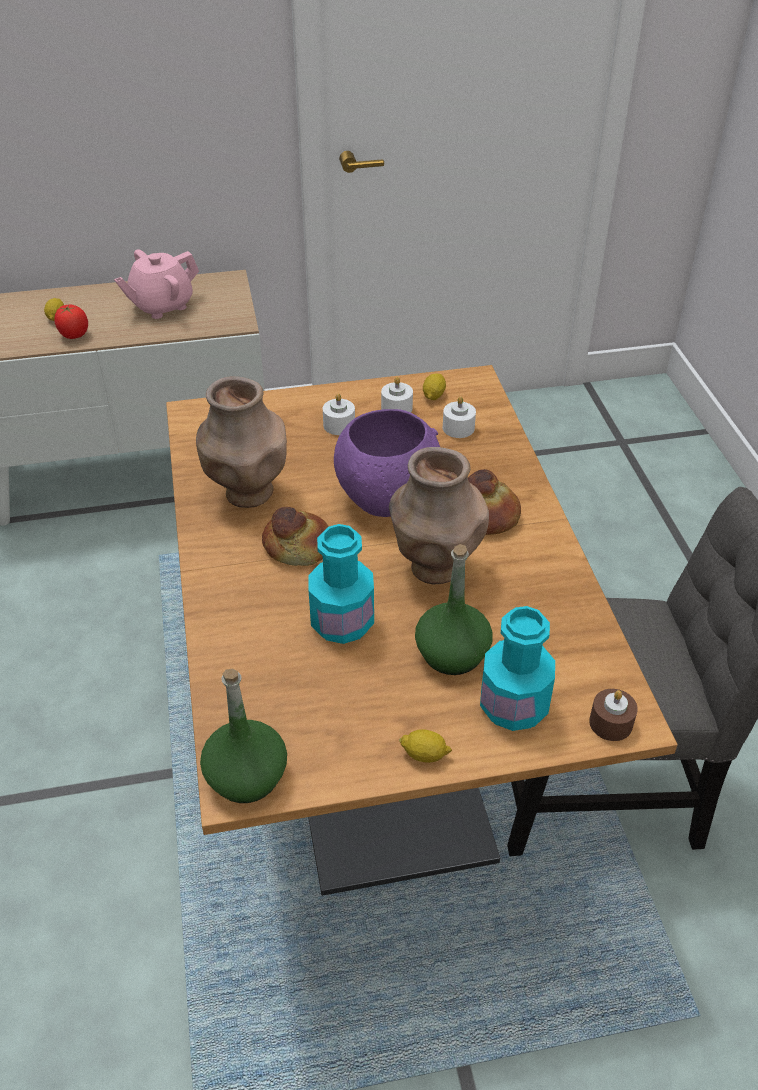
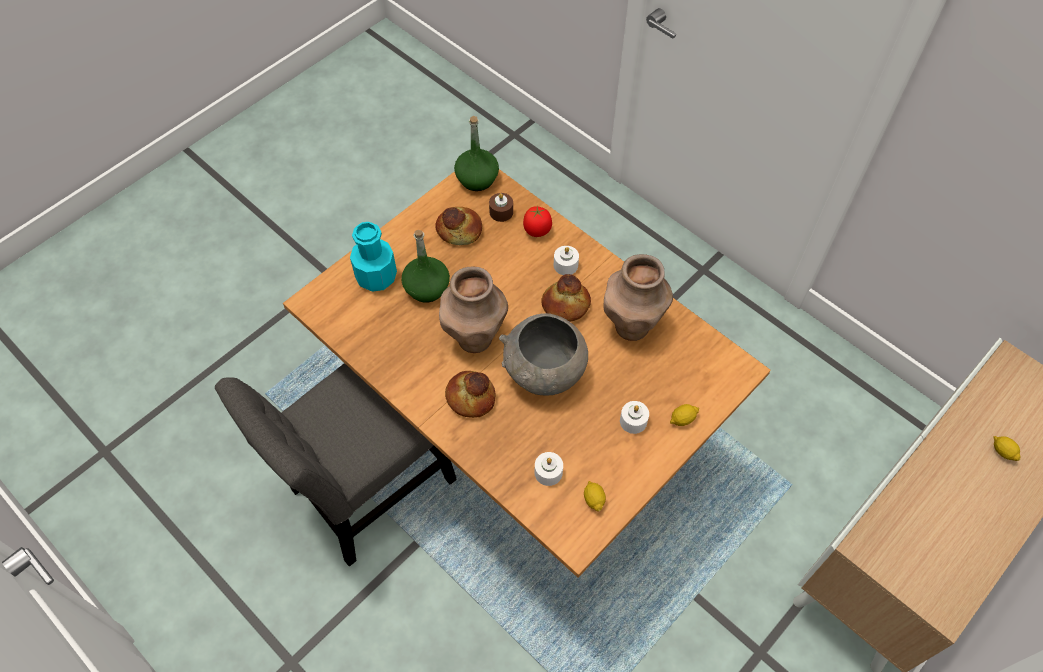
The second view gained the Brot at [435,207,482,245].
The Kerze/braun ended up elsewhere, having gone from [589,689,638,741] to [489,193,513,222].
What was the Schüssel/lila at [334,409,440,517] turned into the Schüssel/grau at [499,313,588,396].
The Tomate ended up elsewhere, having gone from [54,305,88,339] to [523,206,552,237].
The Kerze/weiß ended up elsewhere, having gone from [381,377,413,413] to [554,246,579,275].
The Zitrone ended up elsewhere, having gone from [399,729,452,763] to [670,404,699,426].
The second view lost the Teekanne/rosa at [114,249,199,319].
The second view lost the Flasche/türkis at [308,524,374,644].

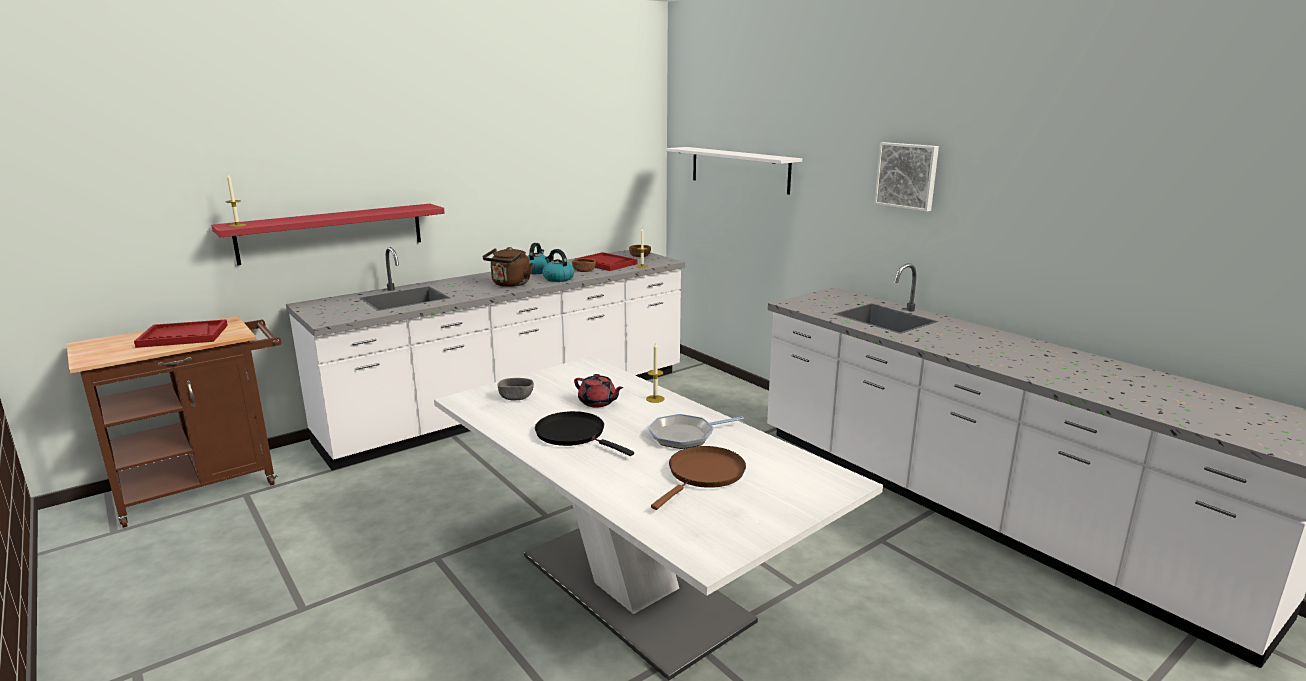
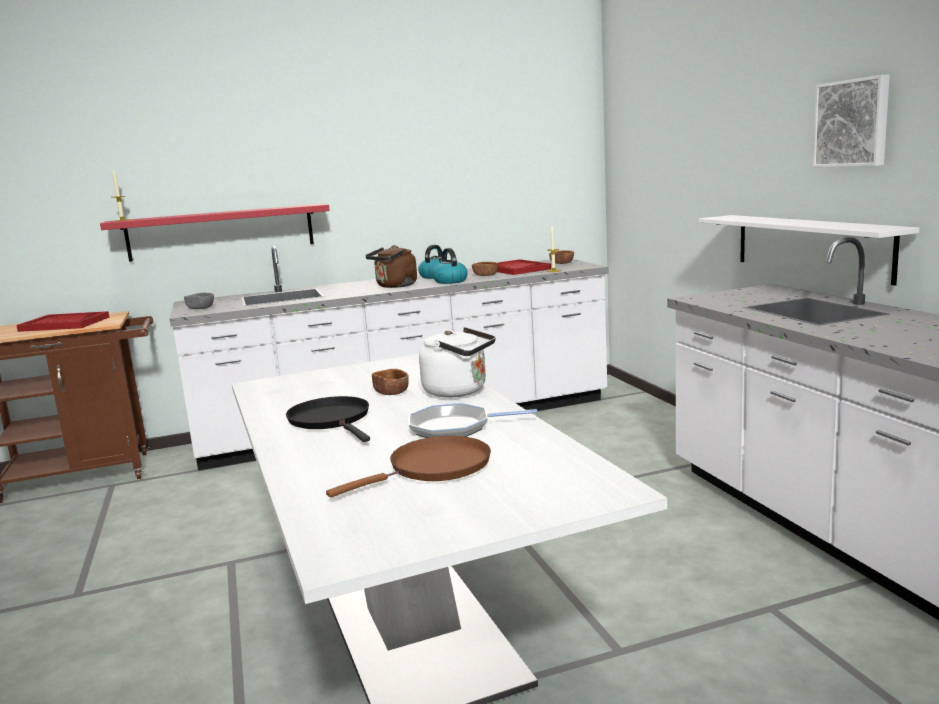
The Schüssel/grau ended up elsewhere, having gone from [497,378,534,400] to [184,293,214,309].
Where the Teekanne/rot stood at [574,374,624,407], the Schüssel/braun came to stand at [372,369,409,395].
Where the Kerze stood at [646,342,665,403], the Wasserkessel/weiß came to stand at [419,327,496,398].
The Wandregal/weiß ended up elsewhere, having gone from [666,147,802,195] to [699,215,919,285].

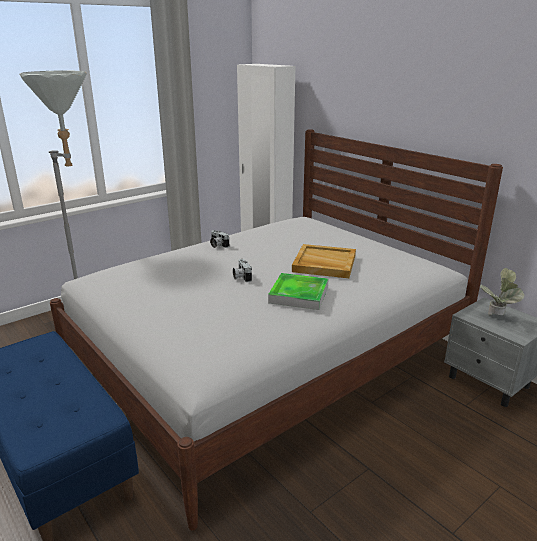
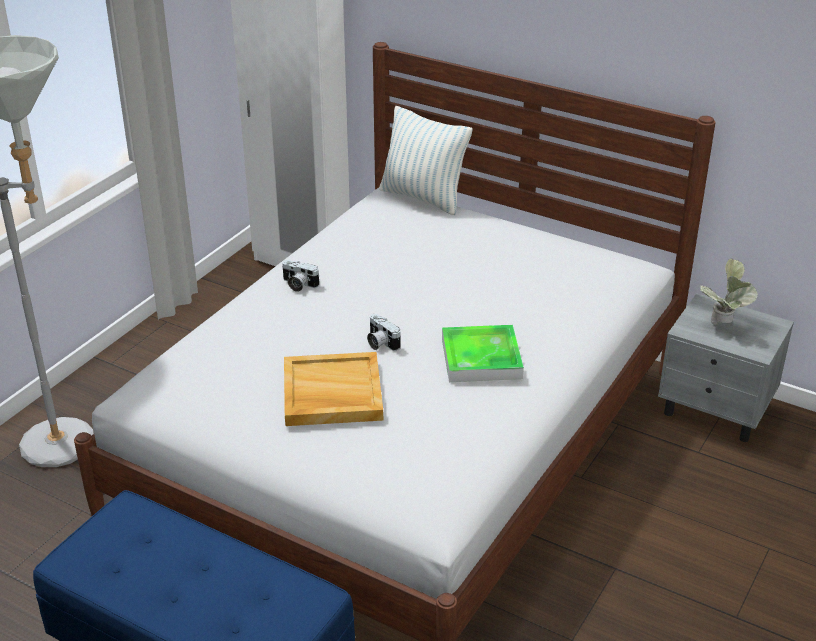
The Tablett/beige ended up elsewhere, having gone from [292,244,356,278] to [284,352,383,426].
The second view gained the Kissen at [379,106,473,215].

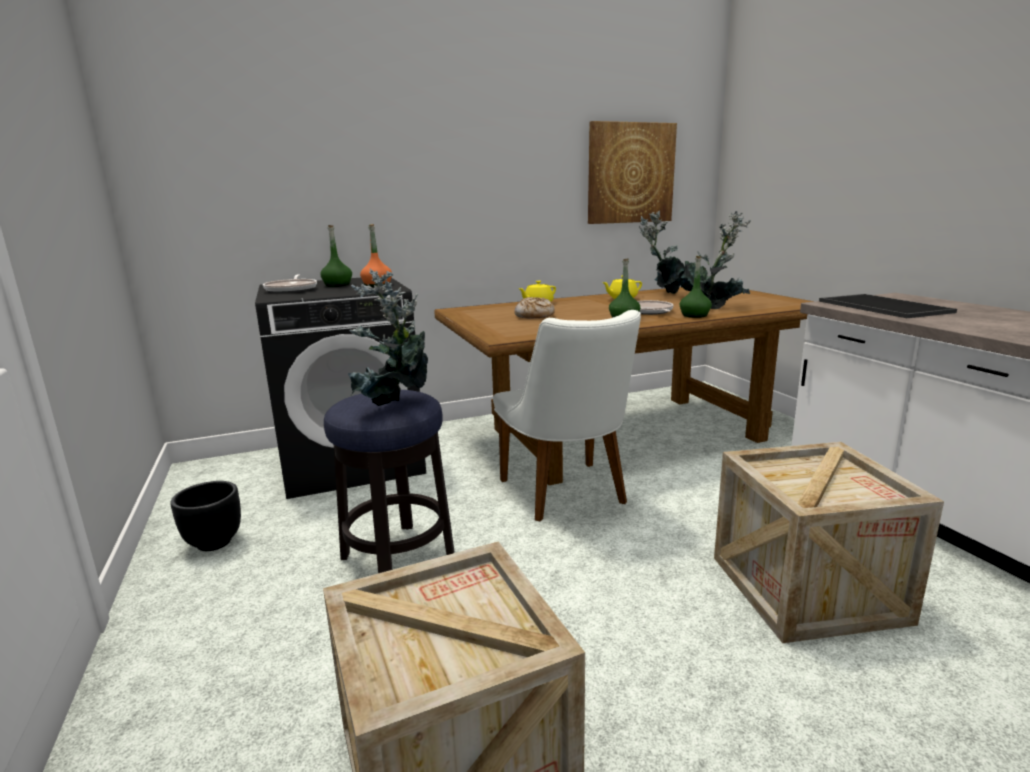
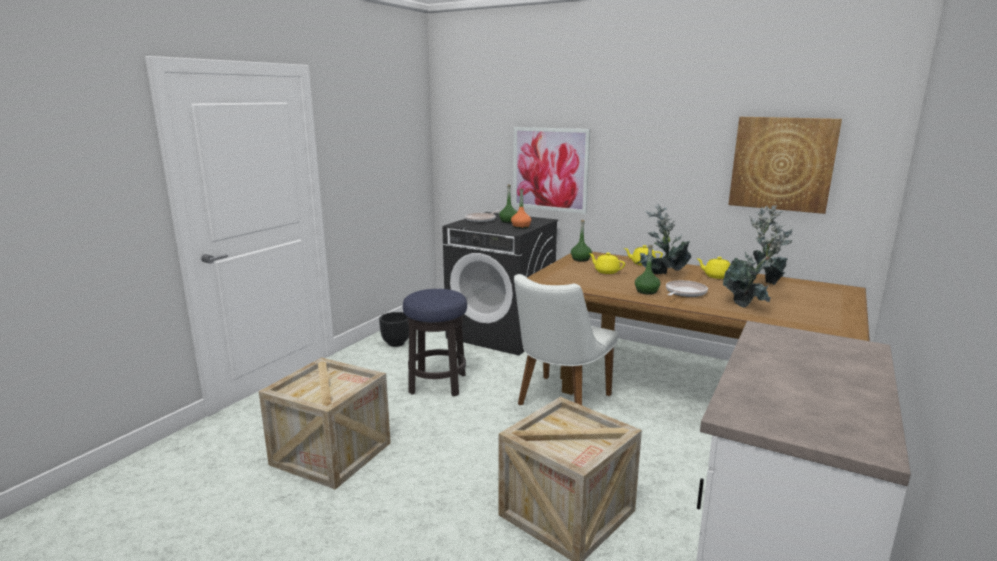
The second view gained the Bild at [513,127,590,214].
The Flasche/grün ended up elsewhere, having gone from [679,256,712,318] to [571,220,592,261].
Where the Brot stood at [514,297,555,318], the Teekanne/gelb came to stand at [589,253,625,274].
The Topfpflanze ended up elsewhere, having gone from [348,268,428,406] to [637,204,691,275].
The second view lost the Tablett at [819,294,957,318].

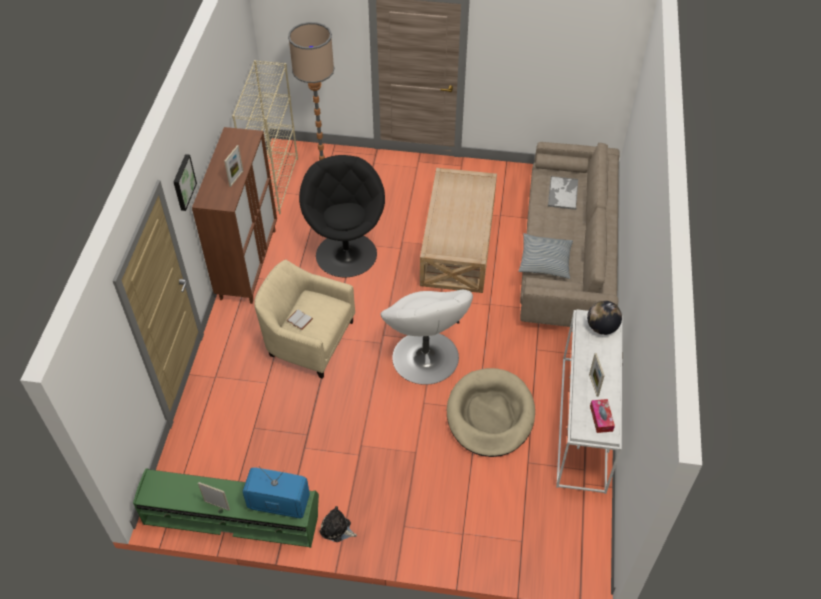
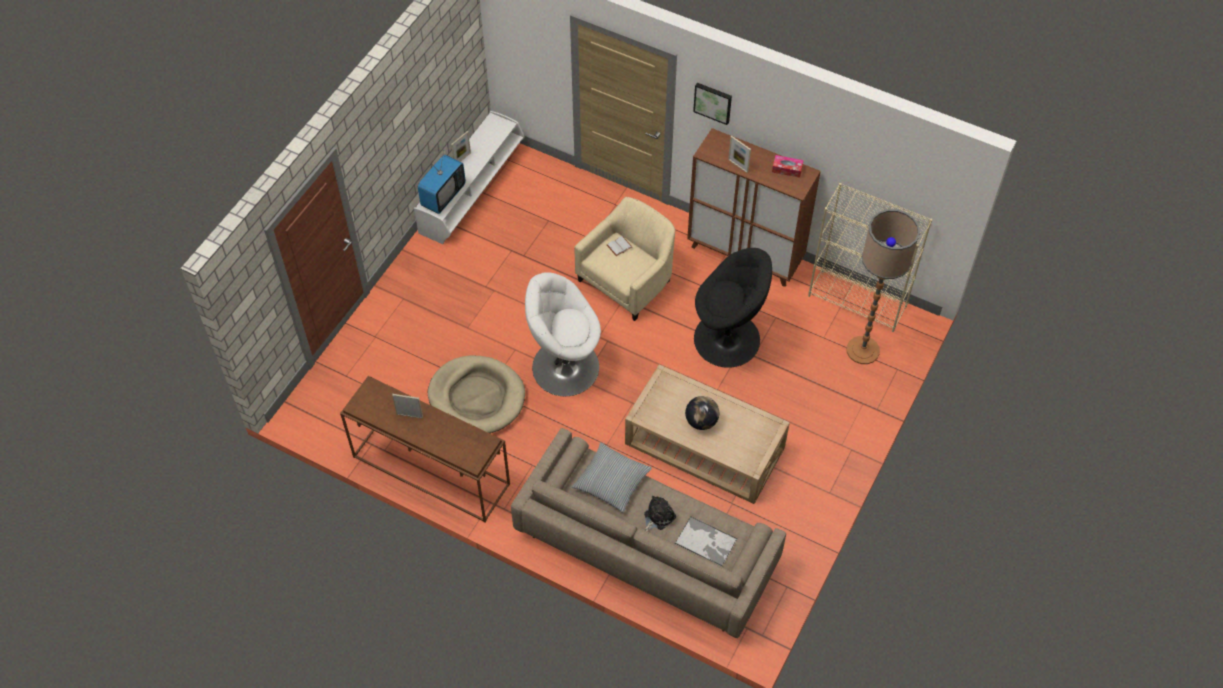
What was the Konsolentisch/weiß at [556,310,622,494] turned into the Konsolentisch/braun at [340,376,510,522].
What was the Fernsehschrank/grün at [133,468,319,548] turned into the Fernsehschrank/weiß at [414,111,524,244].
The Plüschtier ended up elsewhere, having gone from [320,506,357,542] to [644,496,676,531].
The Globus ended up elsewhere, having gone from [587,301,622,335] to [685,396,719,430].
The Taschentuchbox ended up elsewhere, having gone from [590,399,615,433] to [772,155,804,178].

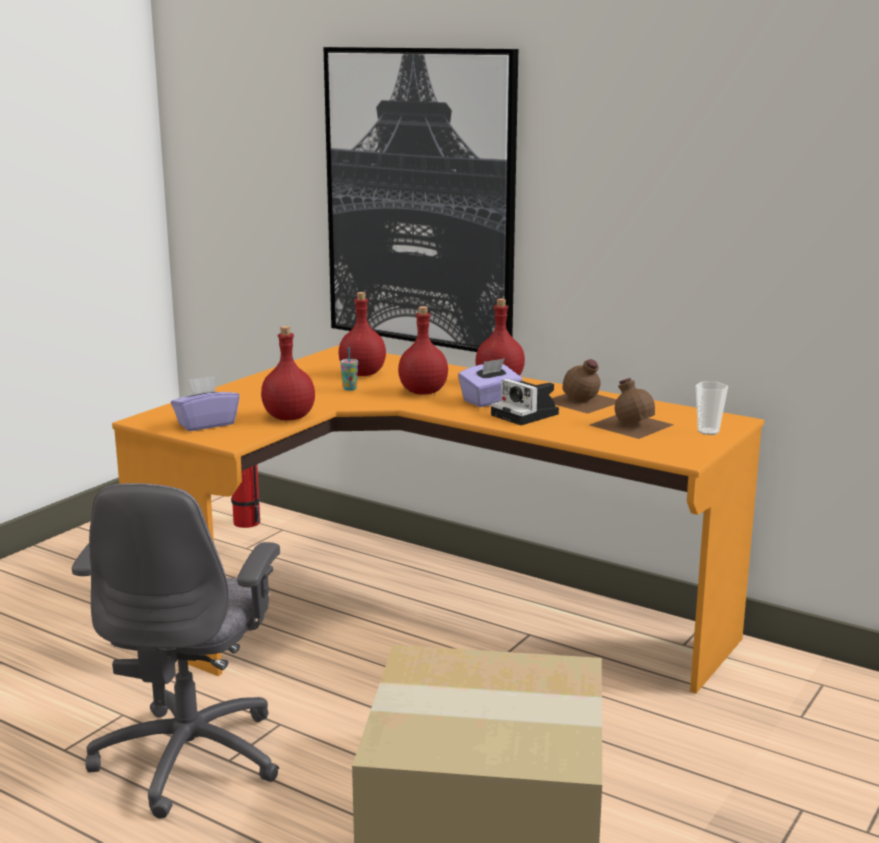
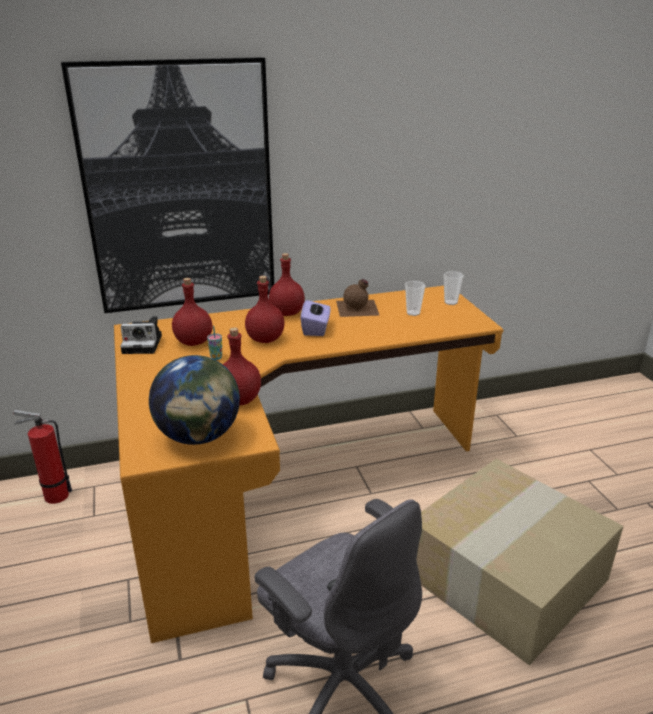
The Kamera ended up elsewhere, having gone from [491,379,559,425] to [120,316,162,354].
Where the Taschentuchbox/lila stood at [171,376,240,431], the Globus came to stand at [149,355,240,445].
Where the Flasche/braun stood at [590,378,674,439], the Tasse came to stand at [405,281,425,316].

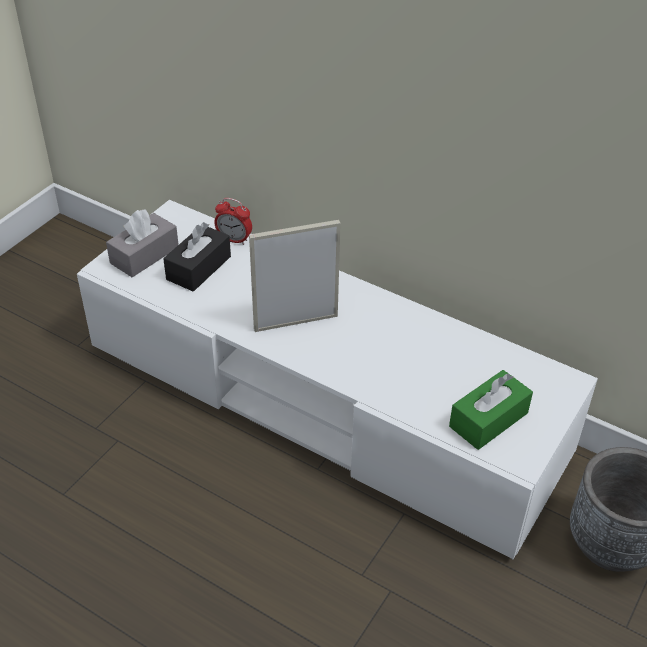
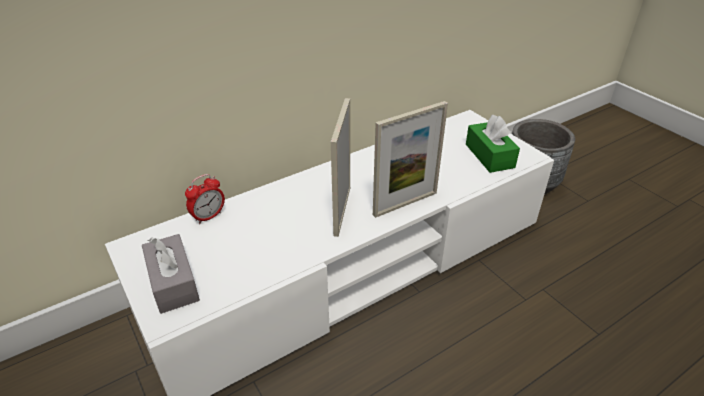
The second view gained the Bilderrahmen at [373,101,448,218].
The second view lost the Taschentuchbox/schwarz at [163,222,231,292].

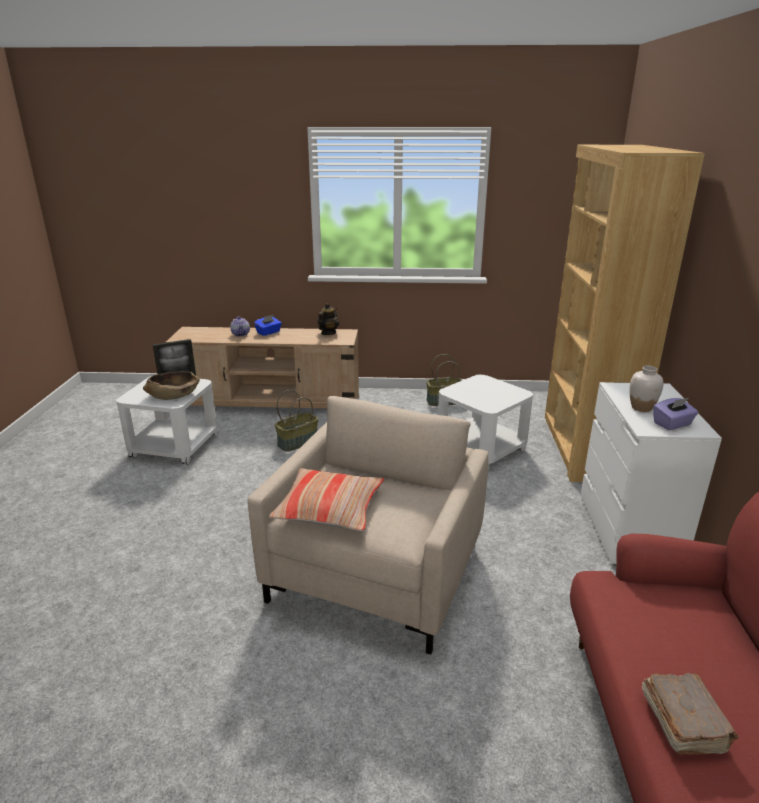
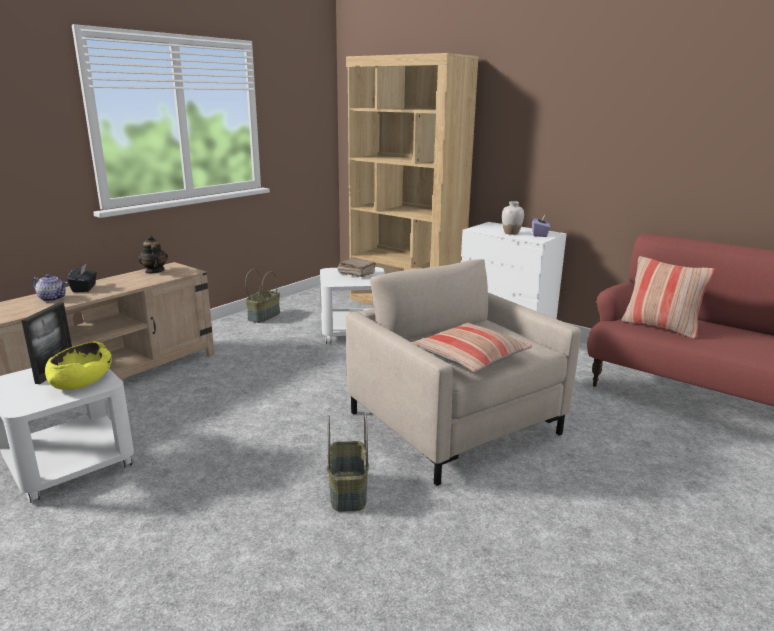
What was the Schüssel/braun at [143,371,200,400] turned into the Schüssel/gelb at [45,341,112,390].
What was the Taschentuchbox/blau at [254,315,282,336] turned into the Taschentuchbox/schwarz at [67,263,97,292].
The Korb ended up elsewhere, having gone from [275,390,318,452] to [327,414,369,512].
The Buch/braun ended up elsewhere, having gone from [642,673,739,755] to [338,258,376,277].
The second view gained the Kissen at [622,256,715,339].

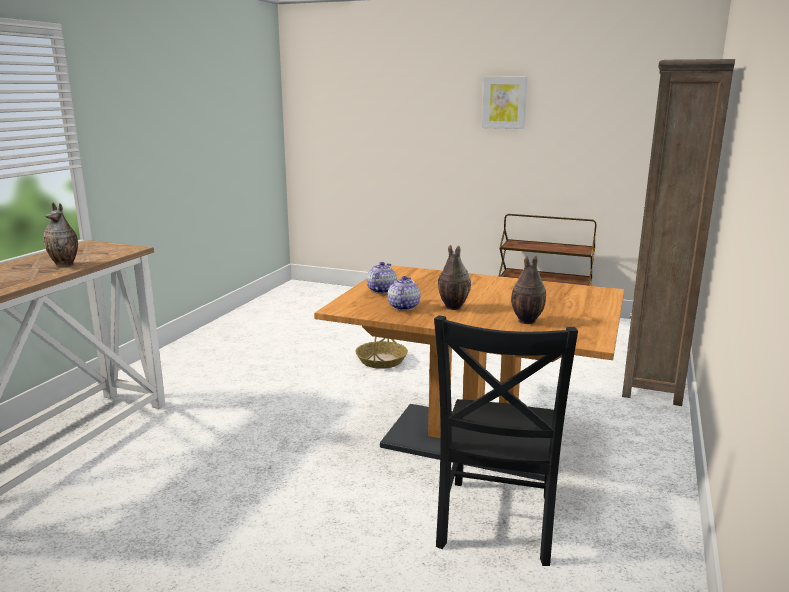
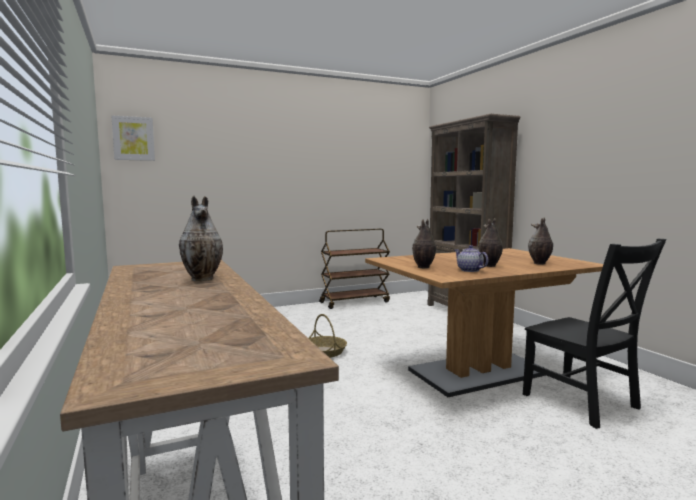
The Bild ended up elsewhere, having gone from [482,77,528,129] to [112,115,155,161].
Where the Teekanne stood at [366,262,397,294], the Vase came to stand at [412,219,436,268].

